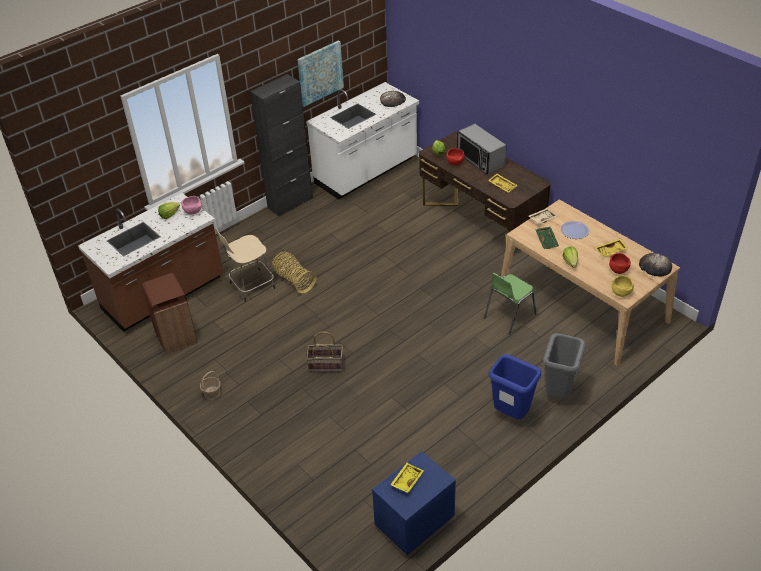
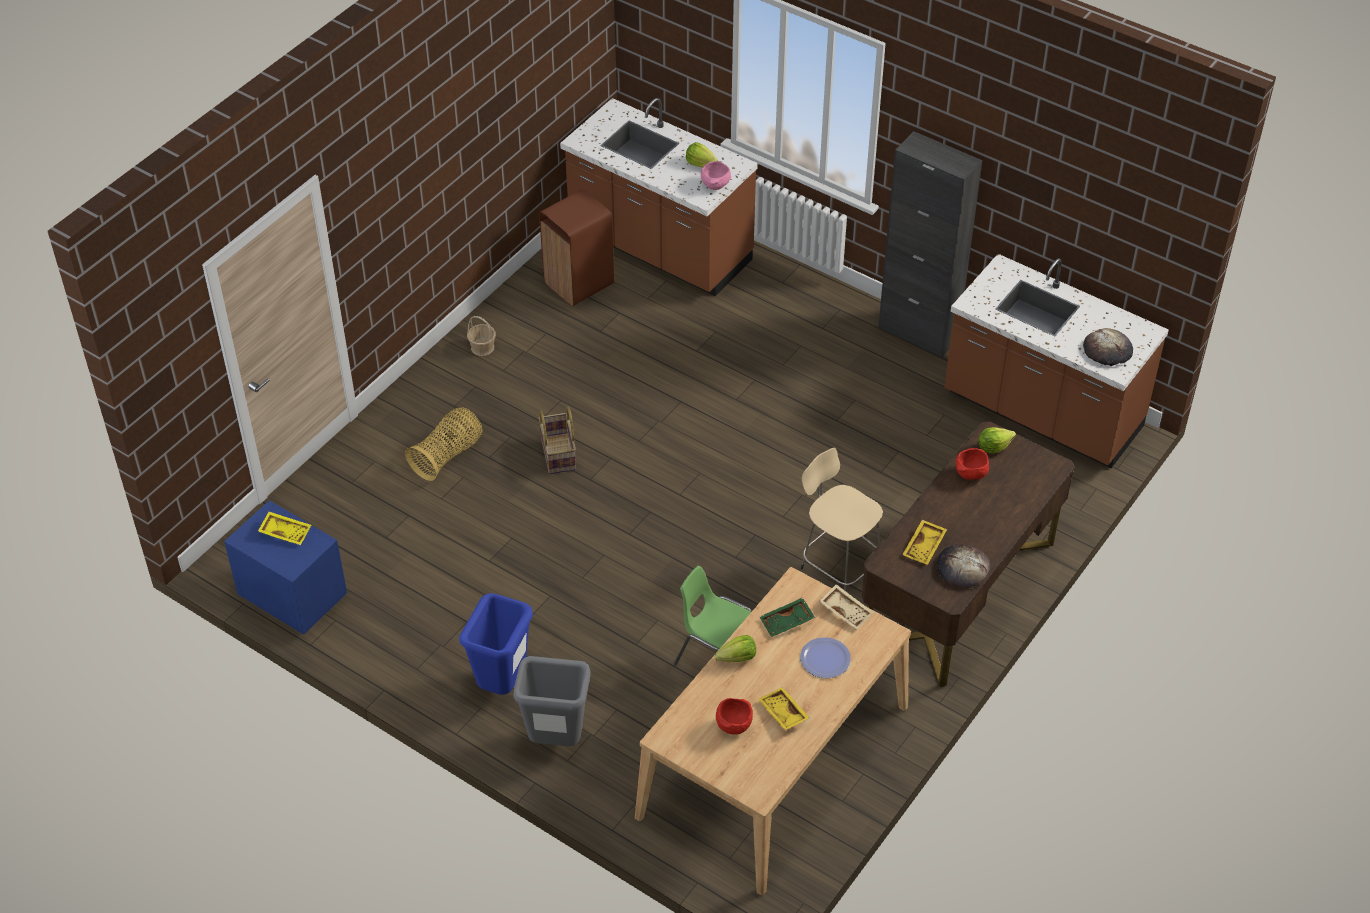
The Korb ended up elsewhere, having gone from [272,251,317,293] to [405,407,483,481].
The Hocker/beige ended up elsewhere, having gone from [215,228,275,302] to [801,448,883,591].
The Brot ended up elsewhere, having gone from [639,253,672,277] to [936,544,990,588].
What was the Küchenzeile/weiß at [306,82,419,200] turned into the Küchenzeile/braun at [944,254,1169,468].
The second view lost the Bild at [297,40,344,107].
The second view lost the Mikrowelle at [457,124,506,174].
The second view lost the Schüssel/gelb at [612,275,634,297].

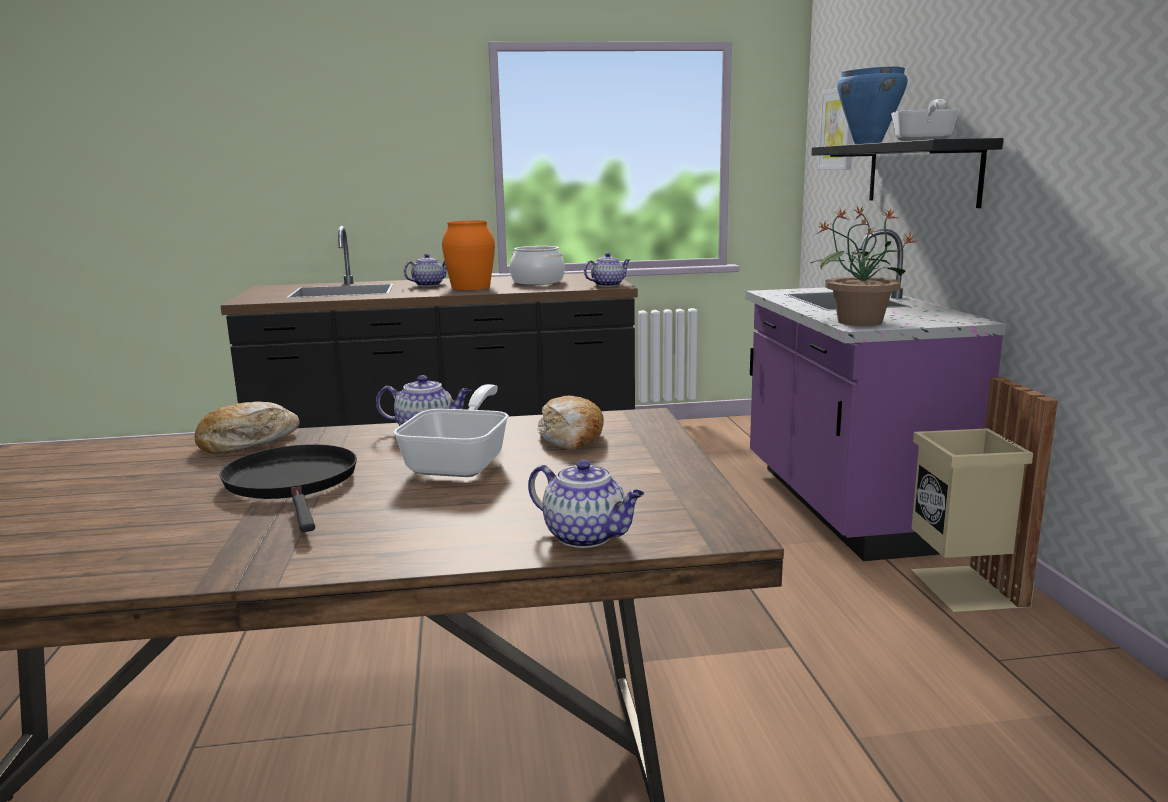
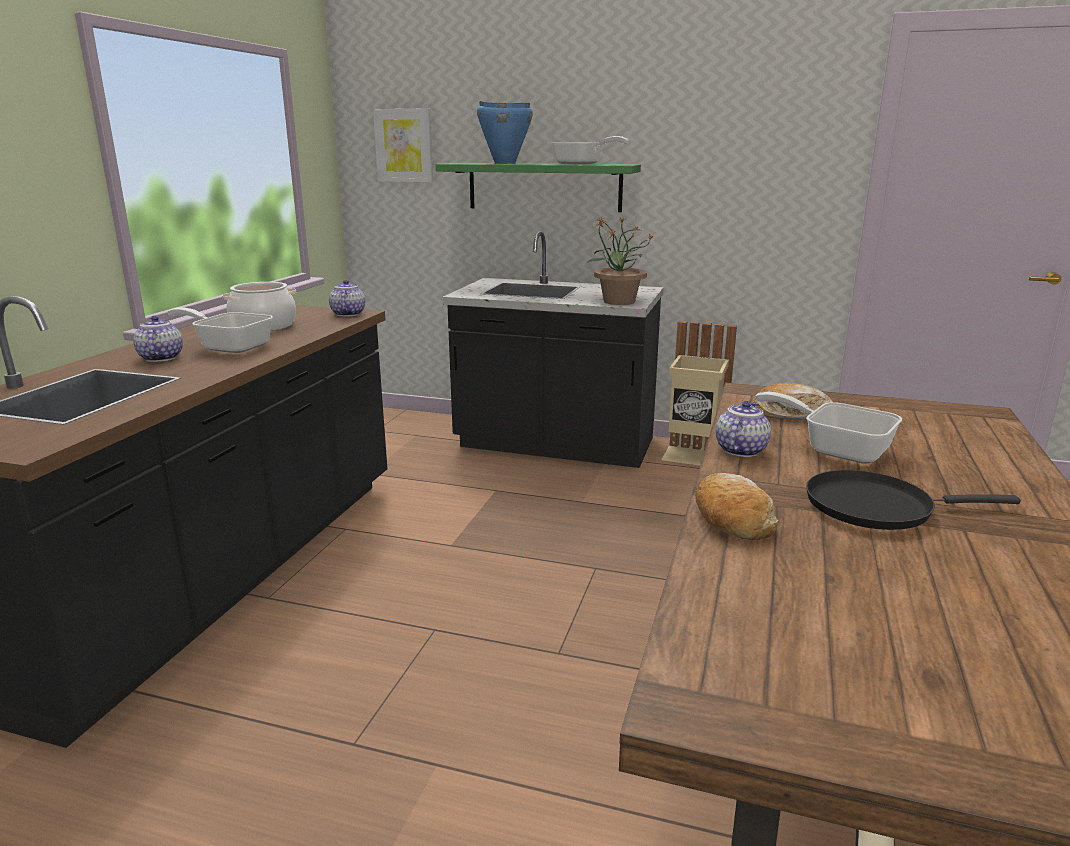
Where the Vase/orange stood at [442,220,495,290], the Pfanne came to stand at [168,307,273,353].
What was the Wandregal/schwarz at [812,138,1003,208] turned into the Wandregal/grün at [436,163,641,212].
What was the Küchenzeile/lila at [746,229,1006,561] turned into the Küchenzeile/schwarz at [443,231,663,468].
The second view lost the Teekanne at [528,459,644,548].

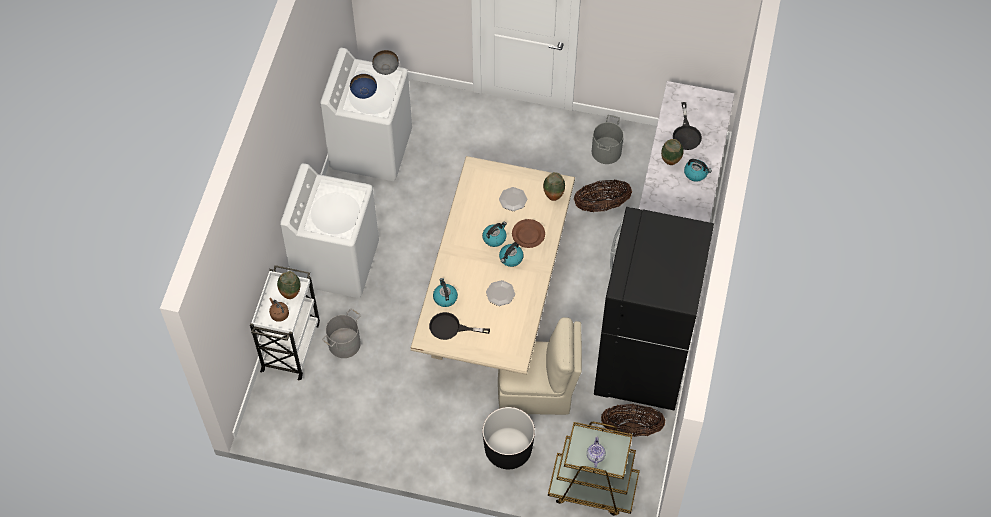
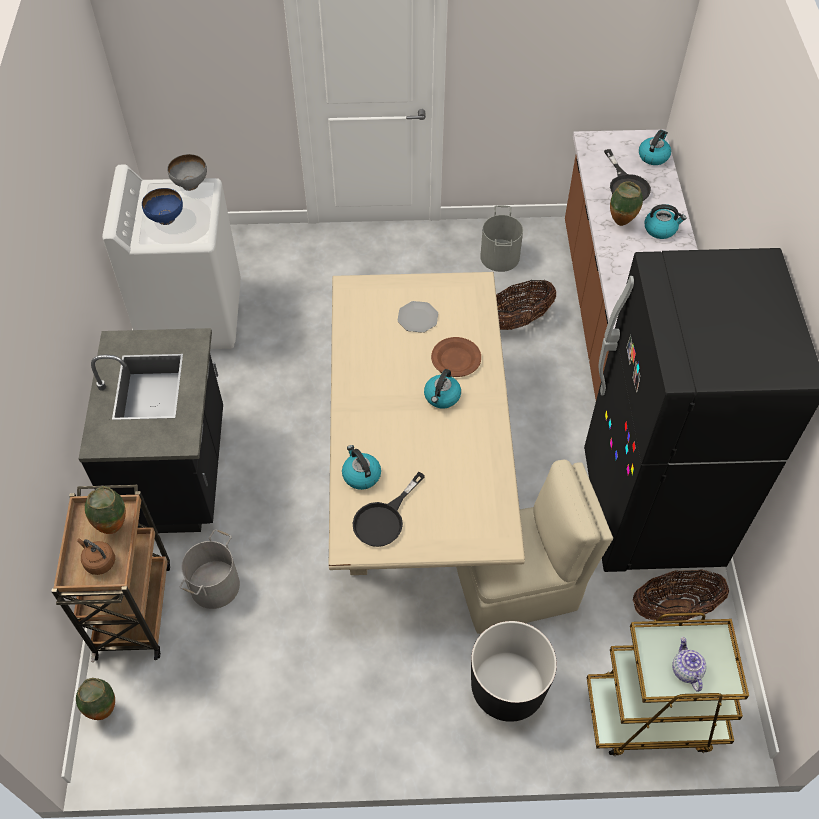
What was the Rollwagen/weiß at [250,265,320,380] turned into the Rollwagen/braun at [51,485,170,662].
The Vase ended up elsewhere, having gone from [543,172,565,201] to [76,678,115,720].
Where the Waschmaschine/weiß stood at [280,163,379,298], the Küchenzeile/schwarz came to stand at [79,328,223,533].
The Pfanne/schwarz at [429,312,490,340] ended up facing another way, 45 degrees counterclockwise from before.
The Wasserkessel ended up elsewhere, having gone from [482,222,507,247] to [639,130,671,165].
The second view lost the Teller at [486,280,515,306].

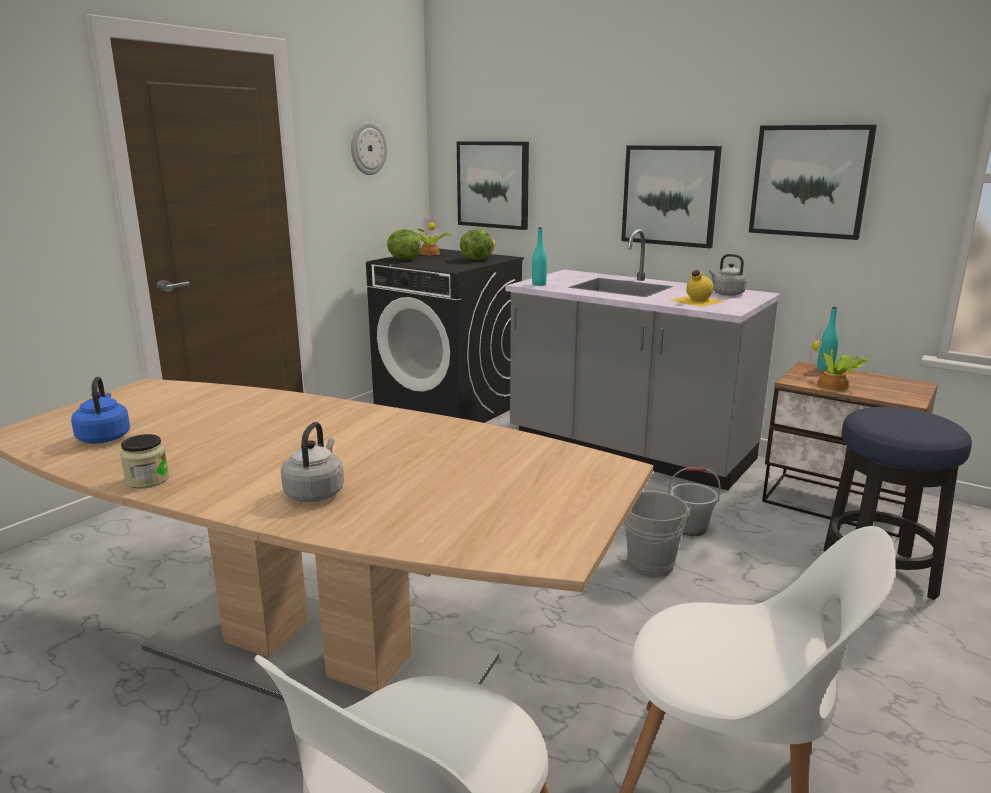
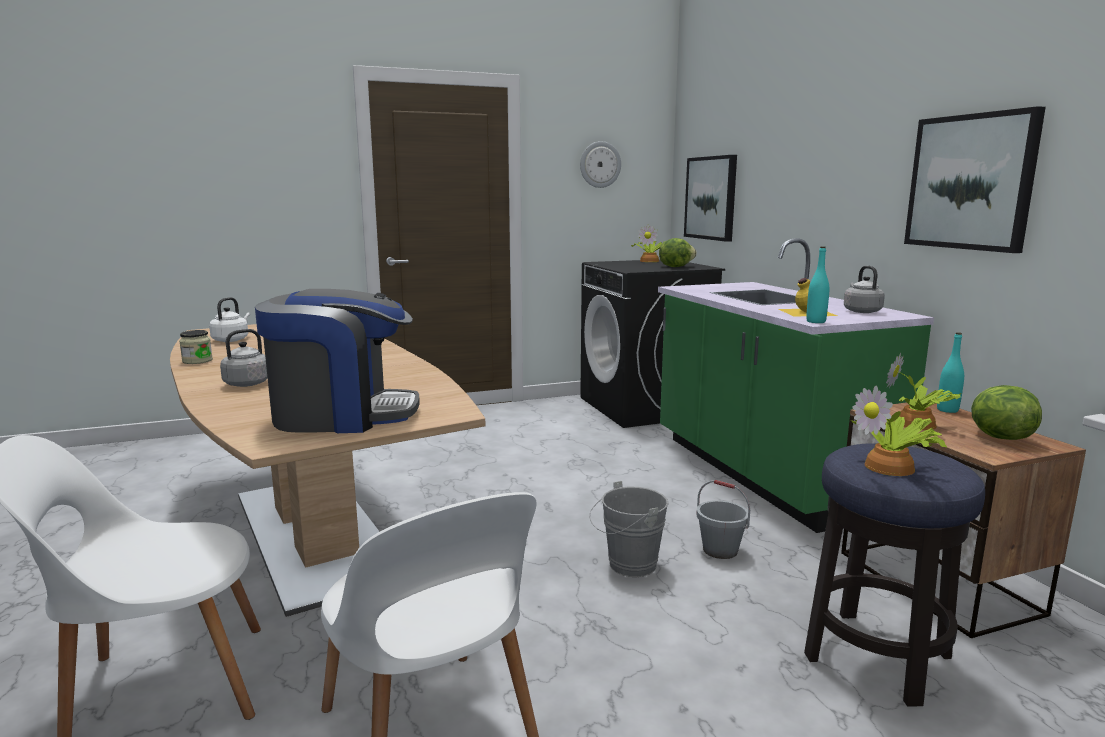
What was the Wasserkessel/blau at [71,376,130,443] turned into the Wasserkessel/weiß at [209,297,250,342].
The second view gained the Kaffeemaschine at [255,289,420,433].
What was the Küchenzeile/grau at [505,229,781,490] turned into the Küchenzeile/grün at [658,238,934,533].
The Flasche/türkis ended up elsewhere, having gone from [532,227,547,286] to [806,247,829,323].
The second view gained the Topfpflanze at [851,386,947,476].
The Salatkopf ended up elsewhere, having gone from [387,229,421,260] to [971,385,1042,440].
The second view lost the Bild at [621,145,722,248].

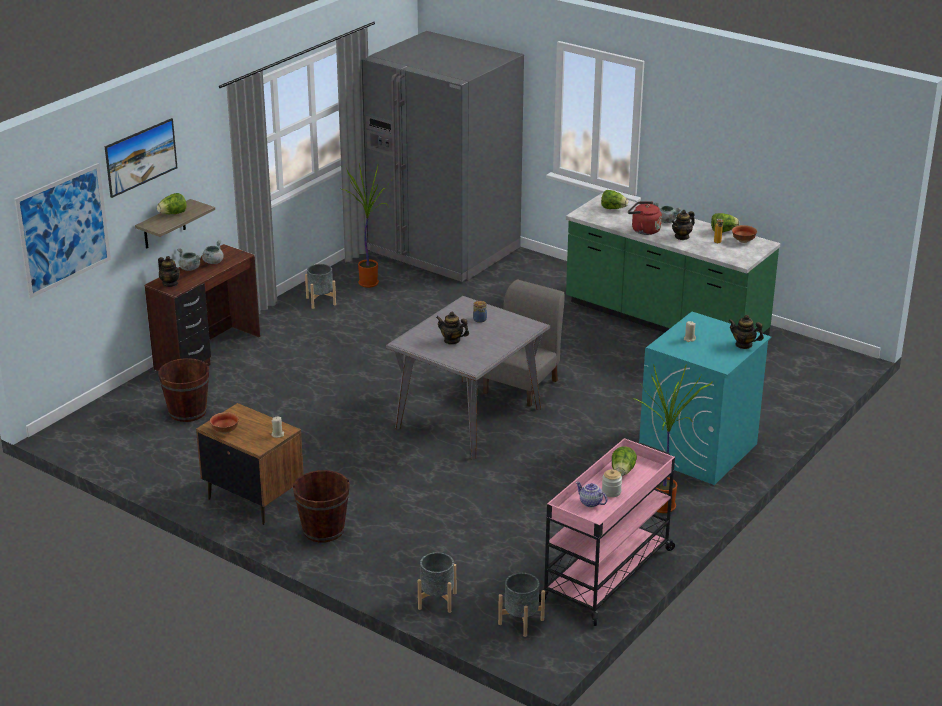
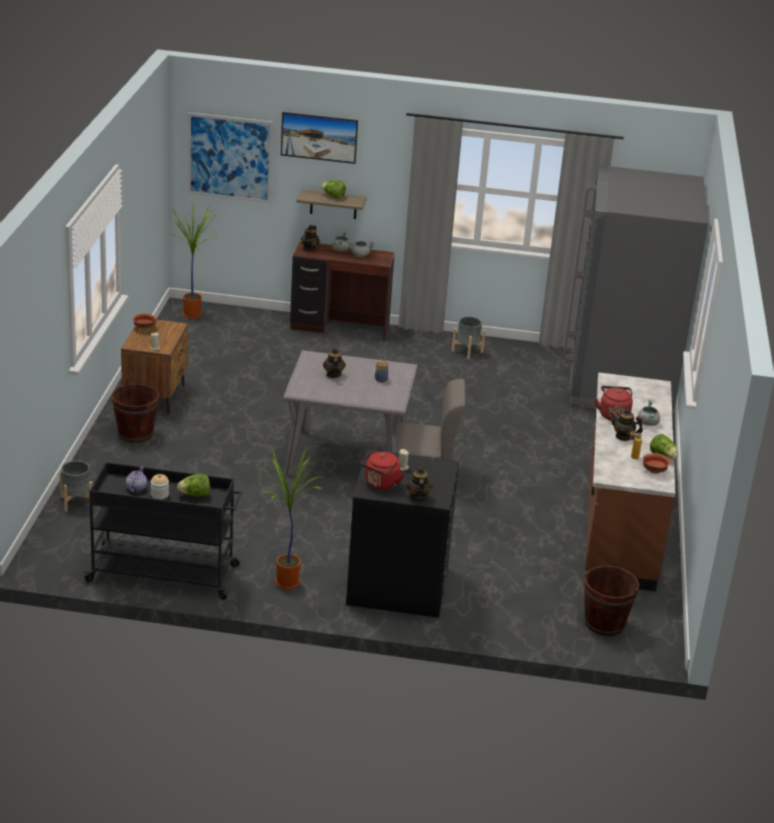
What was the Rollwagen/rosa at [539,438,675,626] turned into the Rollwagen/schwarz at [82,462,242,600].
The Topfpflanze ended up elsewhere, having gone from [341,163,393,288] to [170,203,217,319].
What was the Waschmaschine/türkis at [639,312,771,485] turned into the Waschmaschine/schwarz at [346,449,459,618].
The second view gained the Wasserkessel/rot at [360,451,405,490].
The Eimer/braun ended up elsewhere, having gone from [158,358,209,422] to [584,566,639,636].
What was the Küchenzeile/grün at [566,193,780,336] turned into the Küchenzeile/braun at [585,372,675,591].
The second view lost the Pflanzkübel/grau at [498,573,545,637].
The second view lost the Salatkopf at [601,190,628,209].

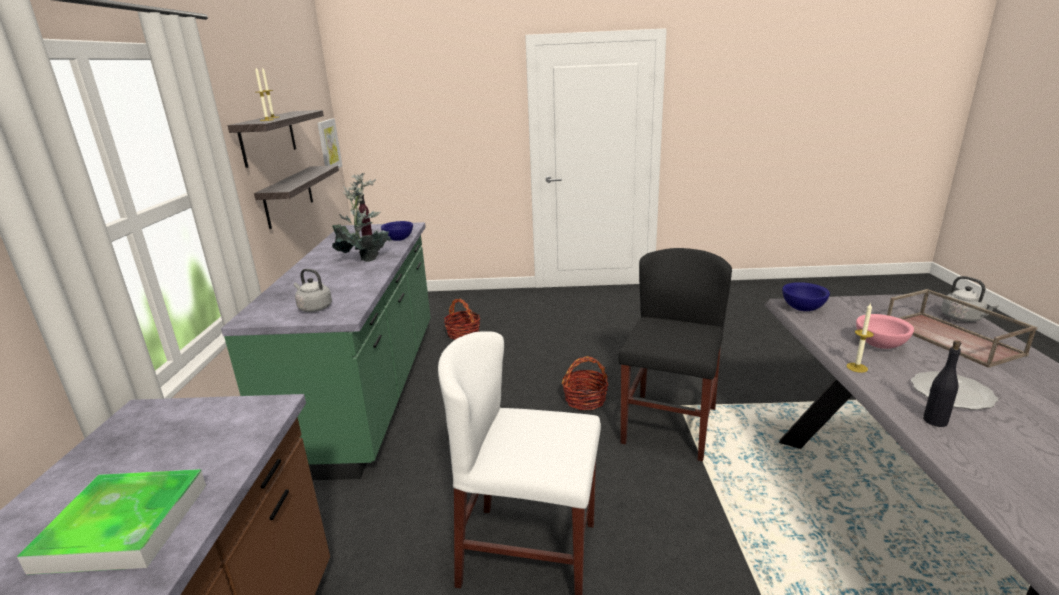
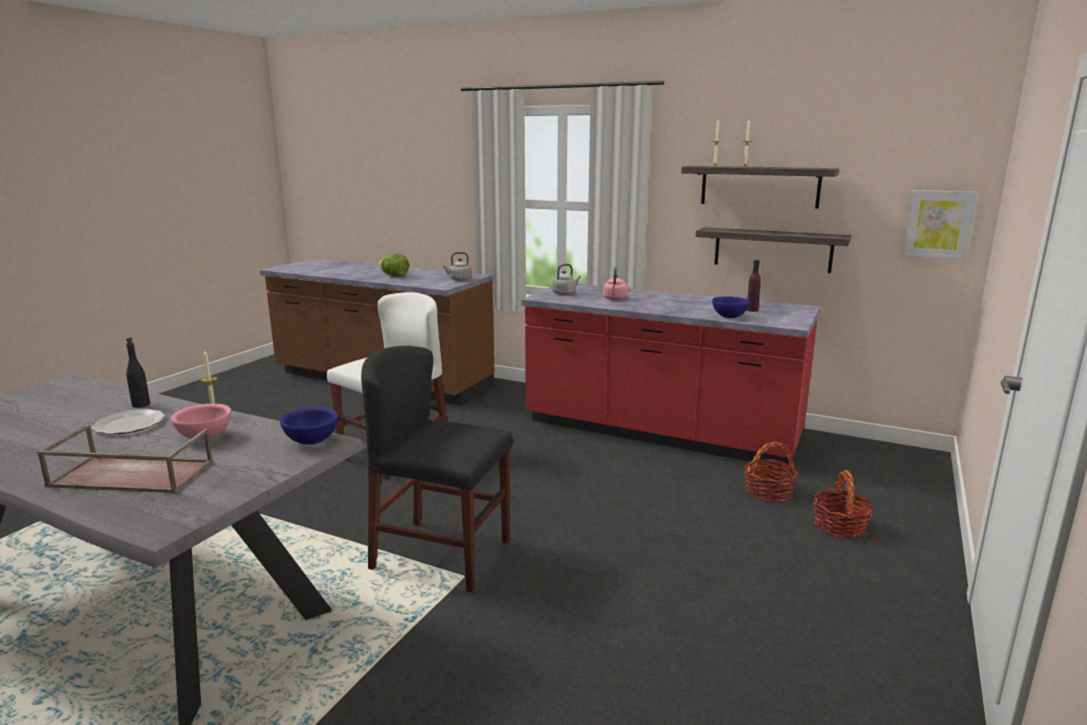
The Stuhl/schwarz at [618,248,732,461] ended up facing another way, 150 degrees clockwise from before.
Where the Tablett stood at [17,469,206,575], the Salatkopf came to stand at [379,253,409,277].
The Wasserkessel/grau ended up elsewhere, having gone from [941,276,999,322] to [443,252,472,281].
What was the Küchenzeile/grün at [221,222,431,480] turned into the Küchenzeile/rot at [521,284,821,469].
The second view gained the Wasserkessel/rosa at [603,267,629,300].
The Korb ended up elsewhere, having gone from [562,356,609,410] to [813,470,874,538].
The second view lost the Topfpflanze at [332,173,391,262].

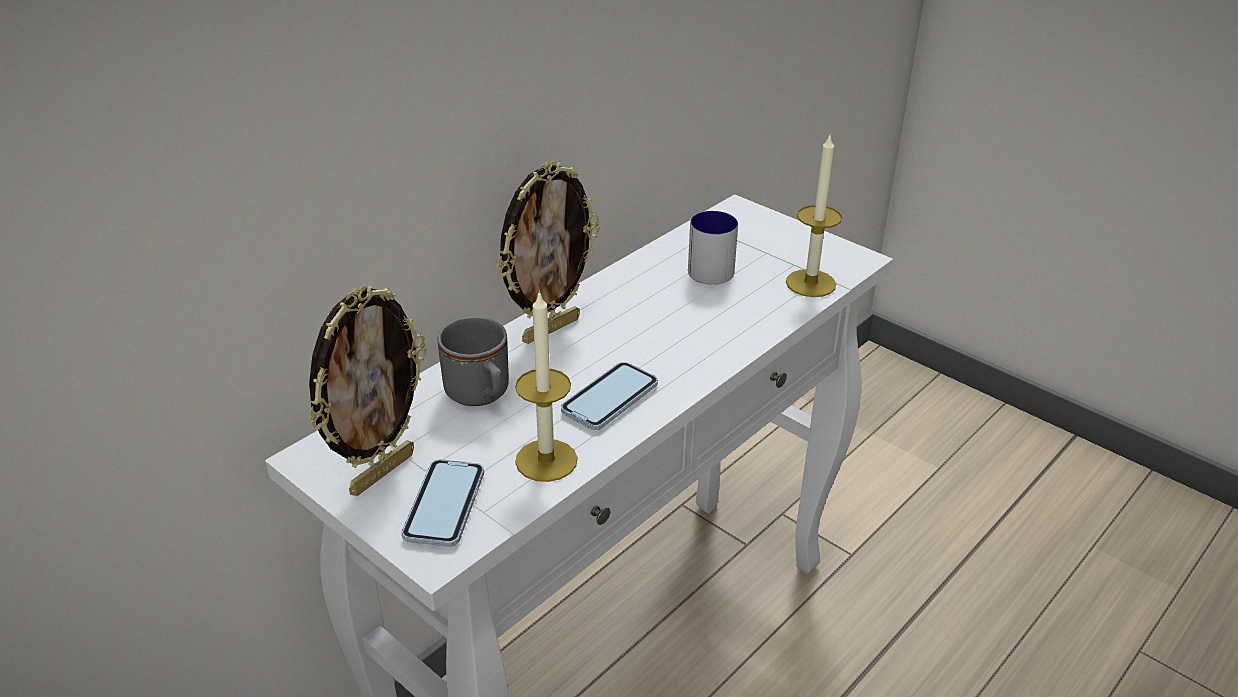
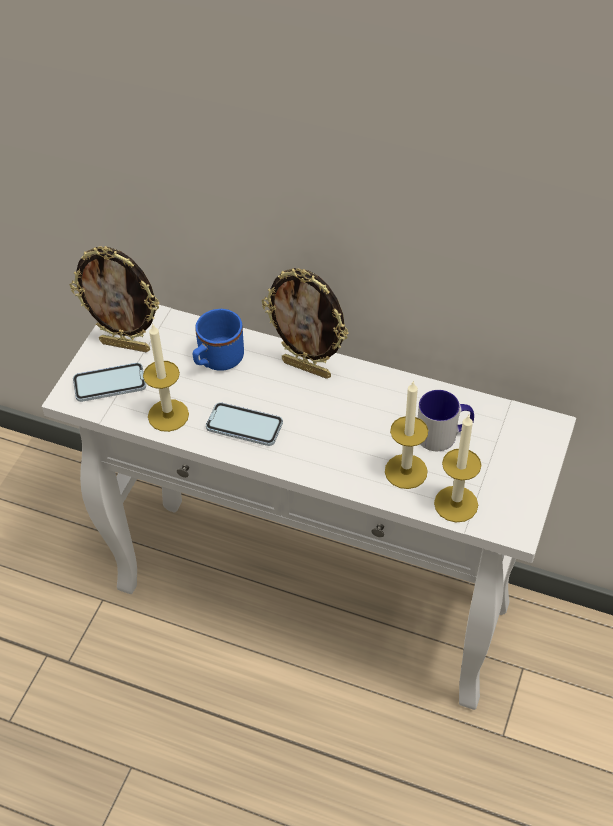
What was the Henkelbecher/grau at [437,317,509,406] turned into the Henkelbecher/blau at [193,309,244,371].
The second view gained the Kerze at [385,381,428,489].

